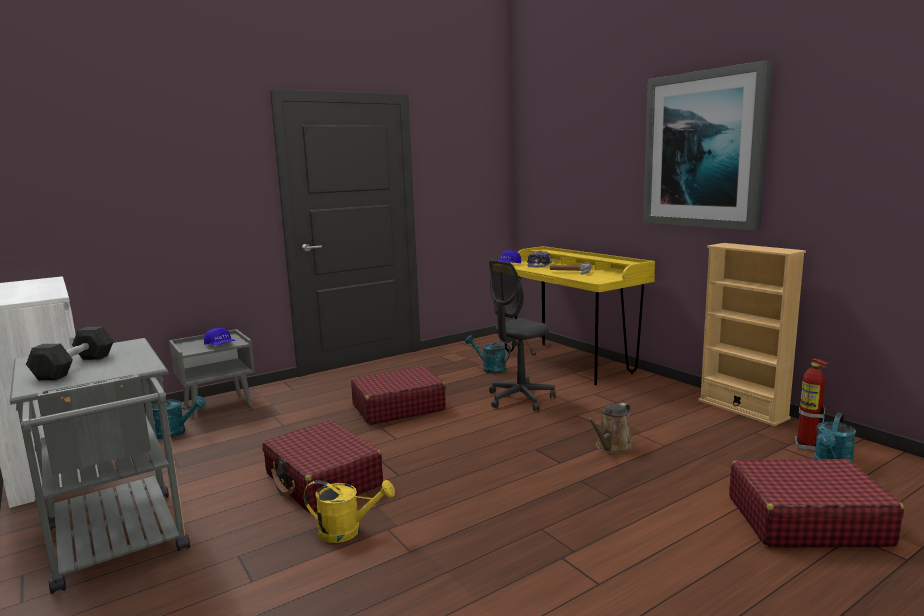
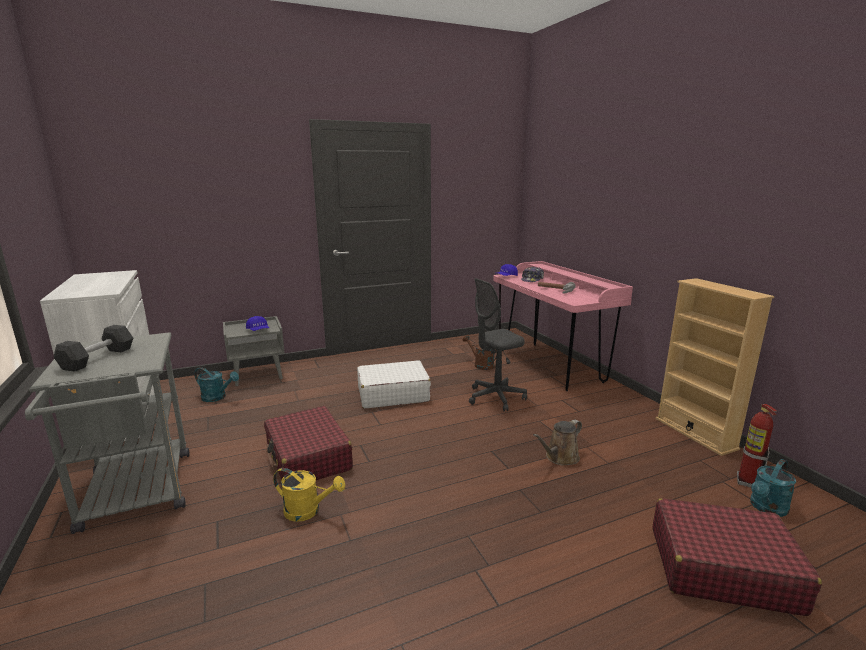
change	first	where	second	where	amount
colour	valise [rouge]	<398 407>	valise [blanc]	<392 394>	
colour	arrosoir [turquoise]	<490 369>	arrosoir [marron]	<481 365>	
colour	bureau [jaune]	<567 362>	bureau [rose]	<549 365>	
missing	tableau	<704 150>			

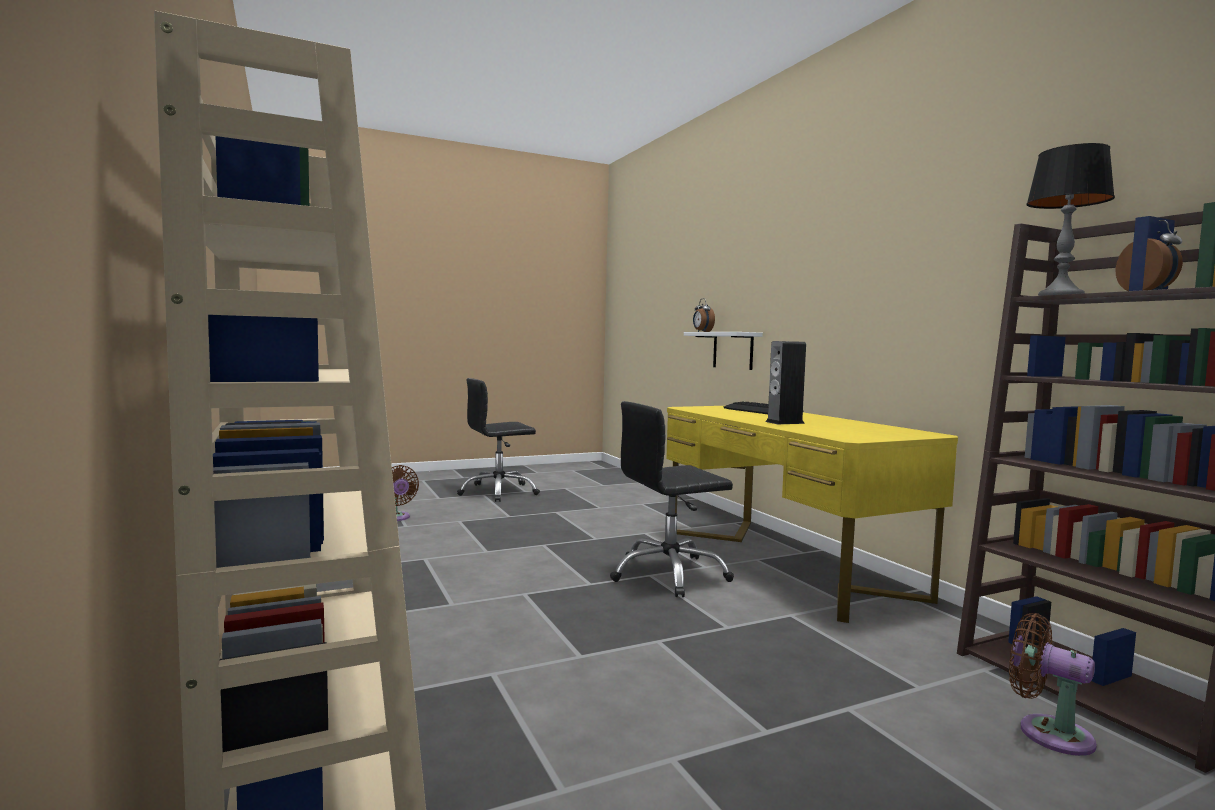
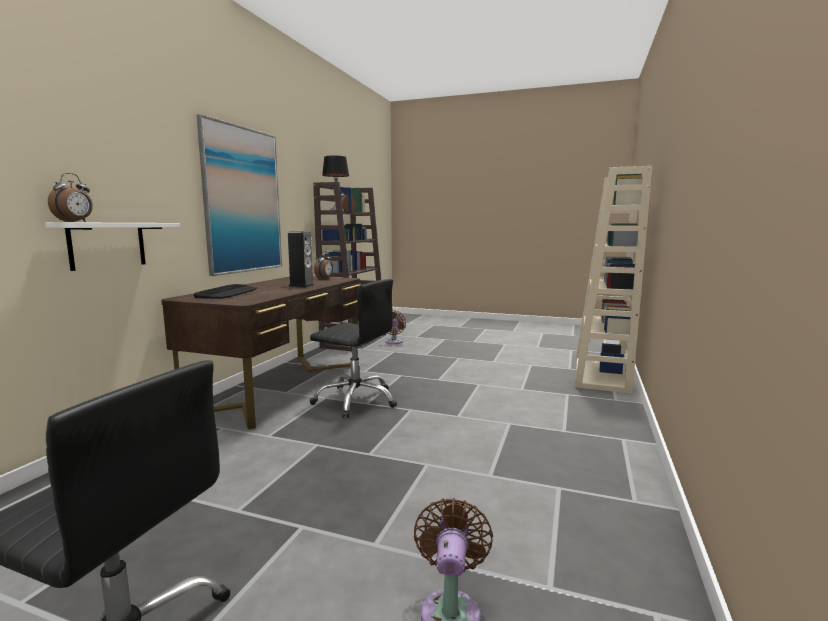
change	first	where	second	where	amount
colour	bureau [jaune]	<784 562>	bureau [marron]	<281 386>	
appeared			tableau	<242 200>	
appeared			réveil	<324 279>	

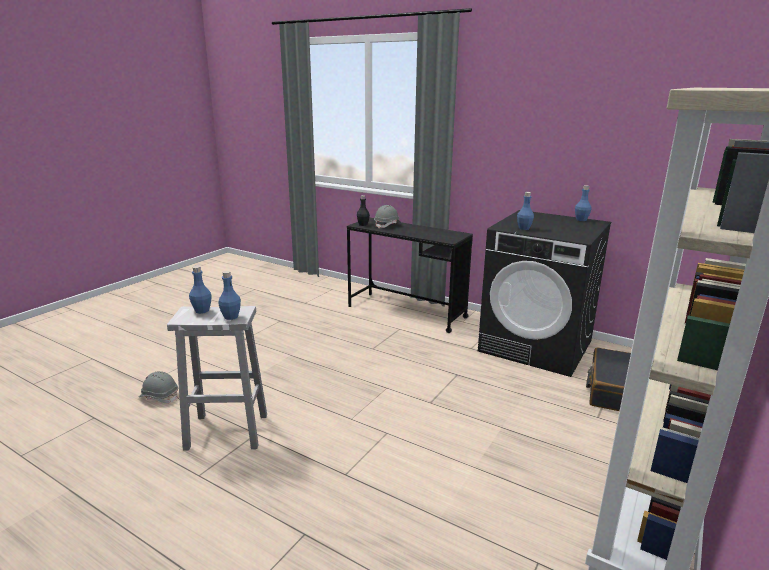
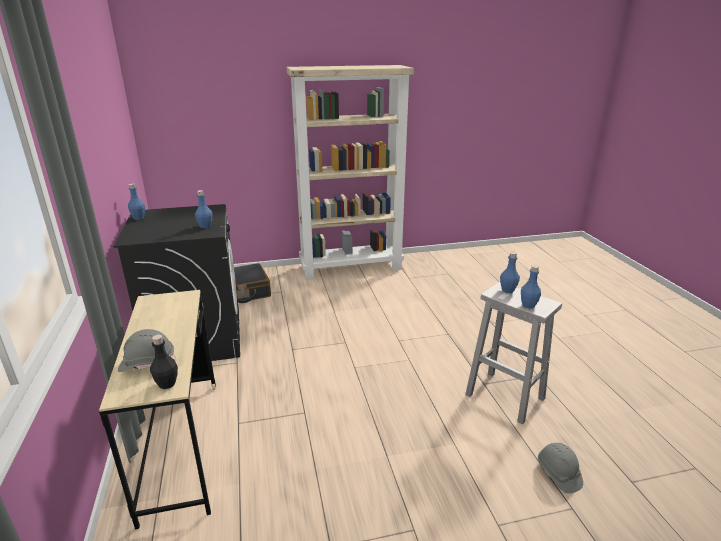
change	first	where	second	where	amount
colour	bureau [noir]	<406 312>	bureau [beige]	<181 446>	

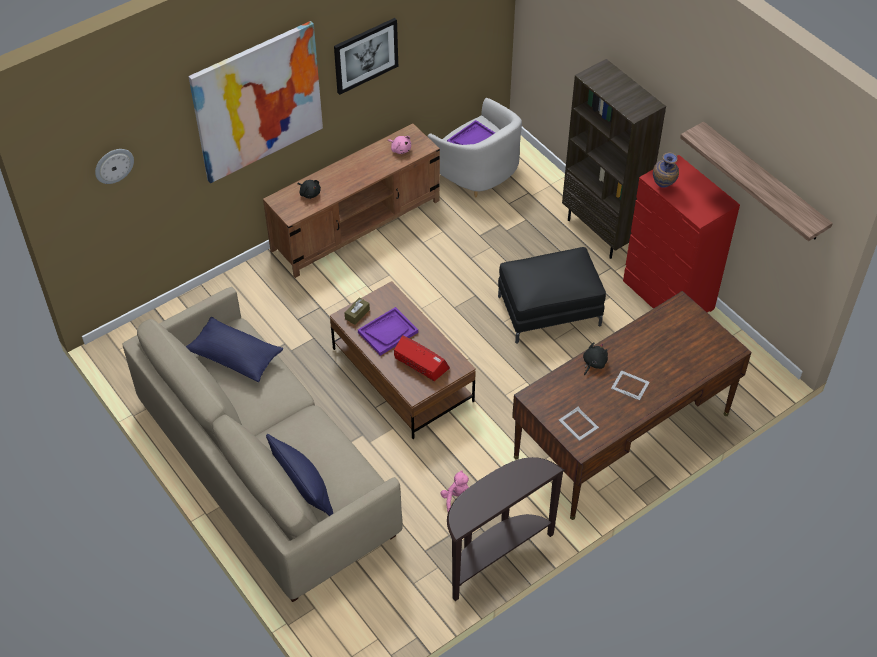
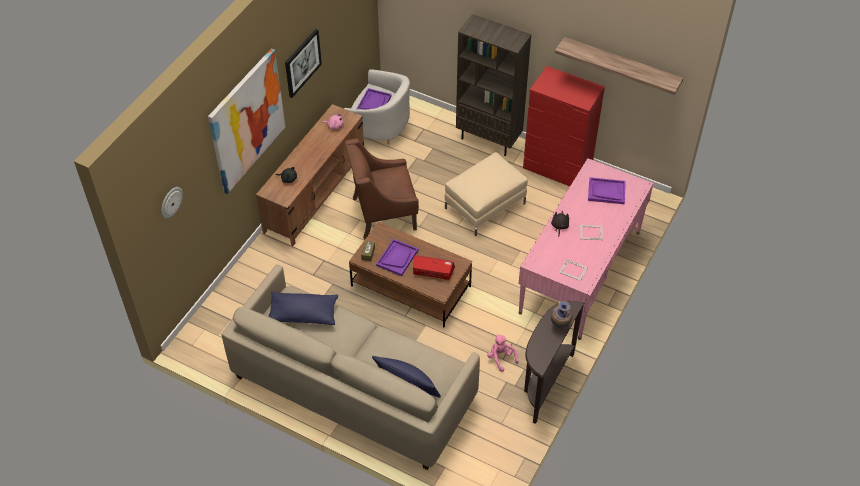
change	first	where	second	where	amount
appeared			fauteuil [marron]	<383 213>	
colour	pouf [noir]	<549 310>	pouf [beige]	<485 206>	
colour	bureau [marron]	<622 435>	bureau [rose]	<580 272>	
relocated	vase	<663 187>		<560 326>	
appeared			plateau [violet]	<606 192>	

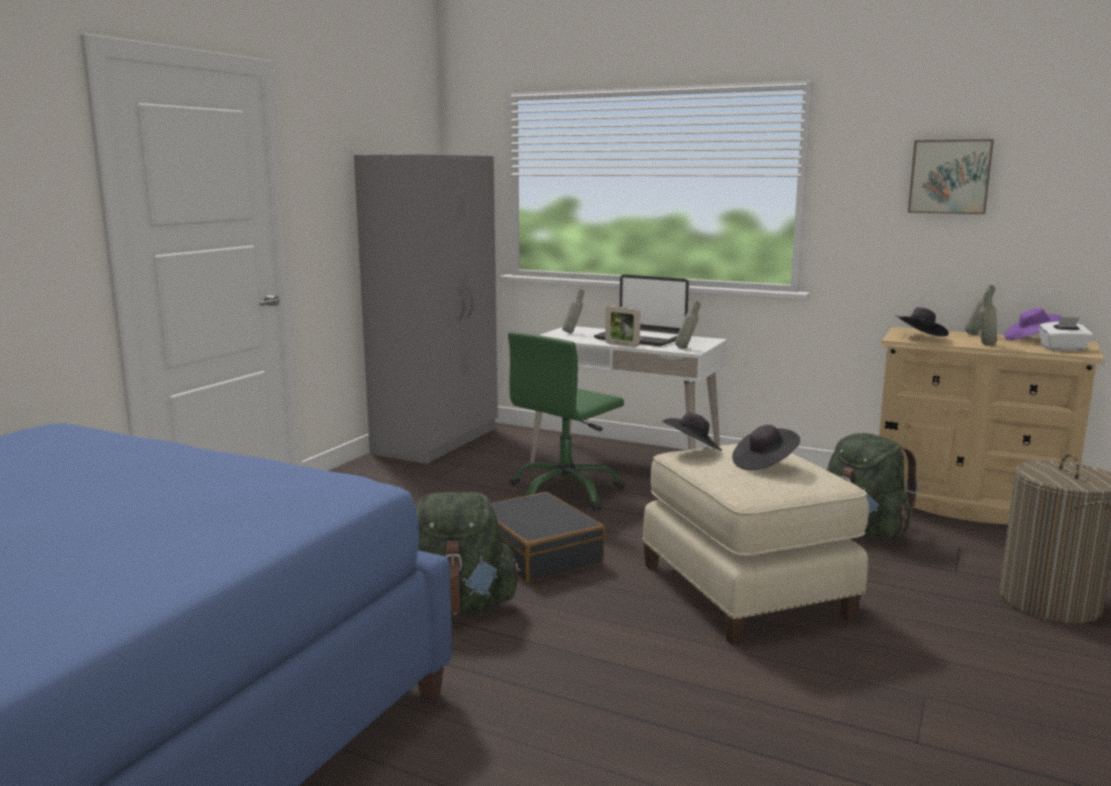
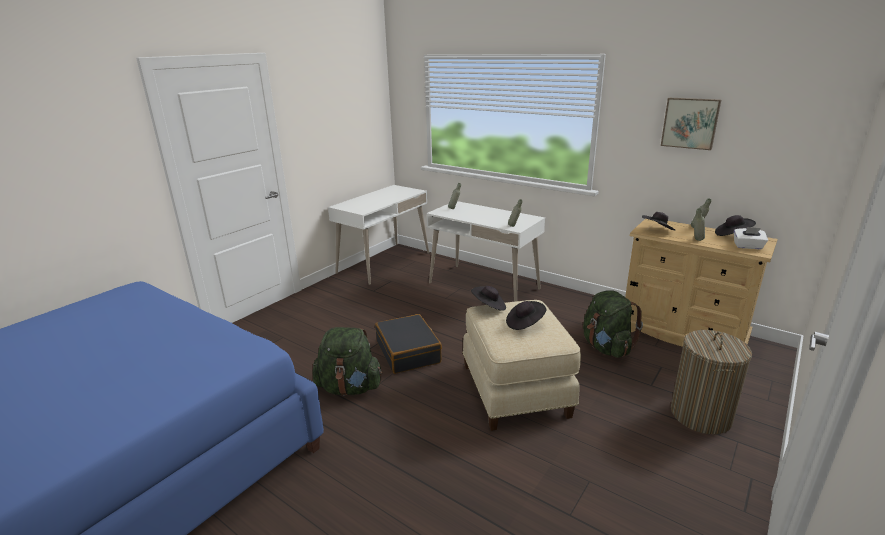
change	first	where	second	where	amount
exchanged	armoire [gris]	<438 441>	bureau [blanc]	<384 263>	
colour	chapeau [violet]	<1031 339>	chapeau [noir]	<732 235>	
missing	chaise de bureau [vert]	<565 492>			
missing	ordinateur portable	<641 338>			
missing	cadre photo	<622 345>			

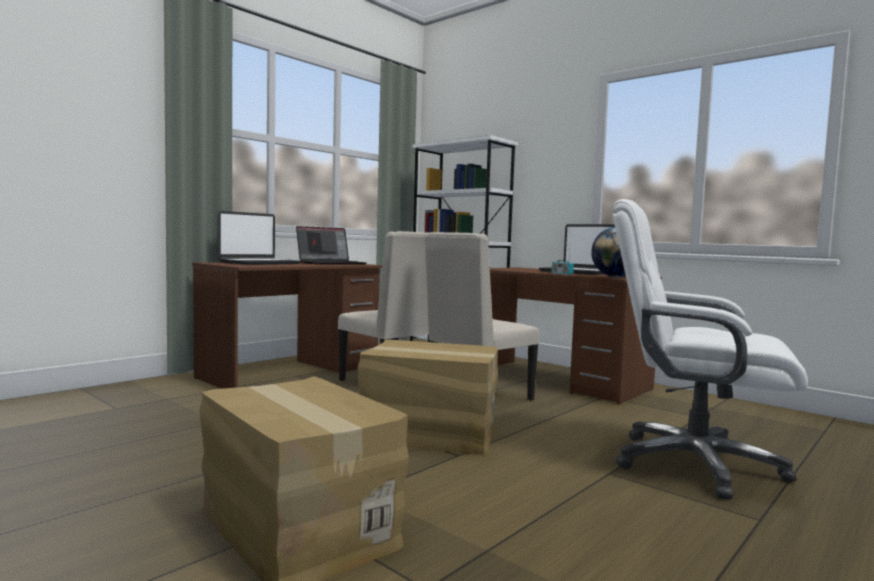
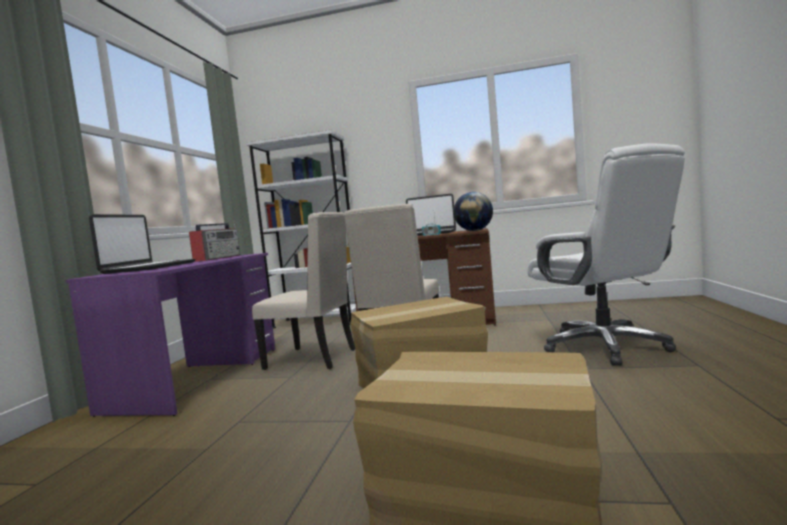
change	first	where	second	where	amount
colour	bureau [marron]	<291 372>	bureau [violet]	<199 377>	
exchanged	ordinateur portable	<331 263>	radio	<218 258>	
spun	chaise de bureau [blanc]	<693 464>		<605 346>	105 degrees counterclockwise

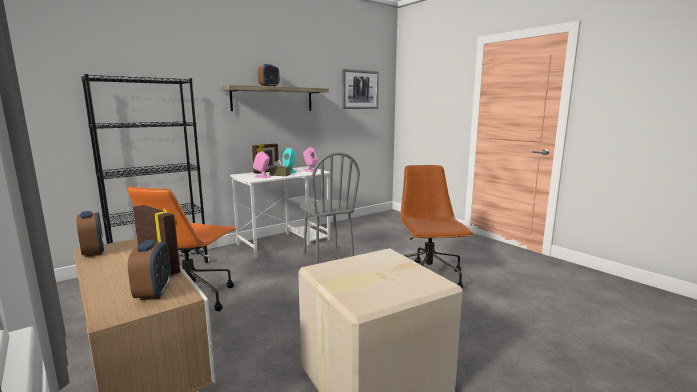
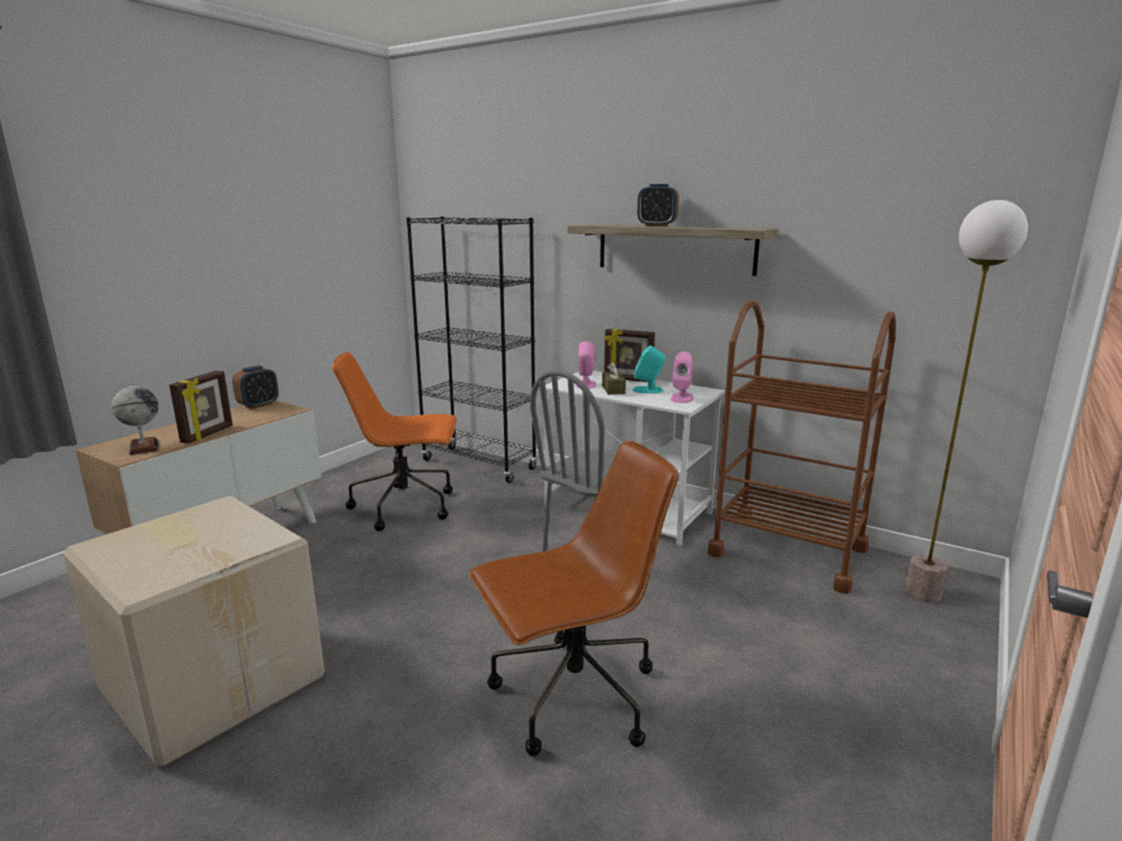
change	first	where	second	where	amount
exchanged	réveil	<154 292>	globe	<143 447>	
appeared			chariot [marron]	<788 551>	
appeared			lampadaire	<923 594>	
missing	tableau	<360 89>			

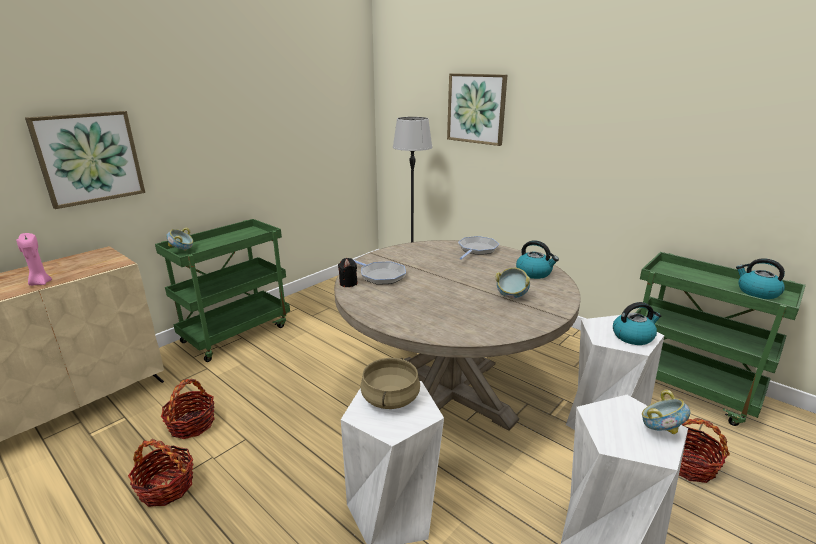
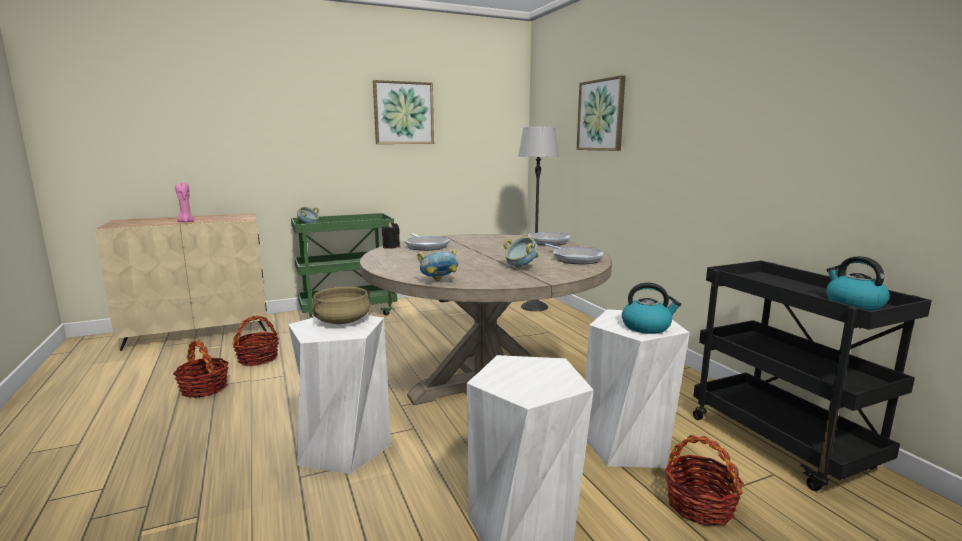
change	first	where	second	where	amount
relocated	tableau	<89 158>		<403 113>	
relocated	bol	<660 430>		<439 282>	
exchanged	bouilloire	<534 273>	poêle	<575 259>	
colour	chariot [vert]	<688 389>	chariot [noir]	<783 444>	

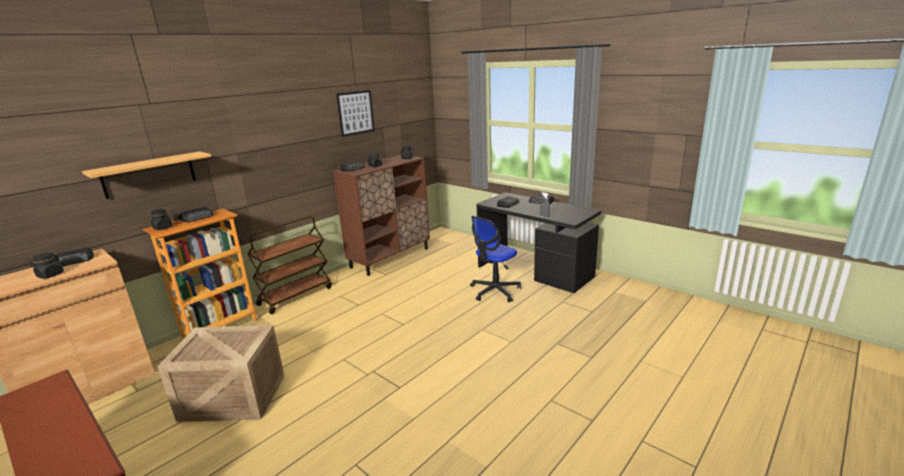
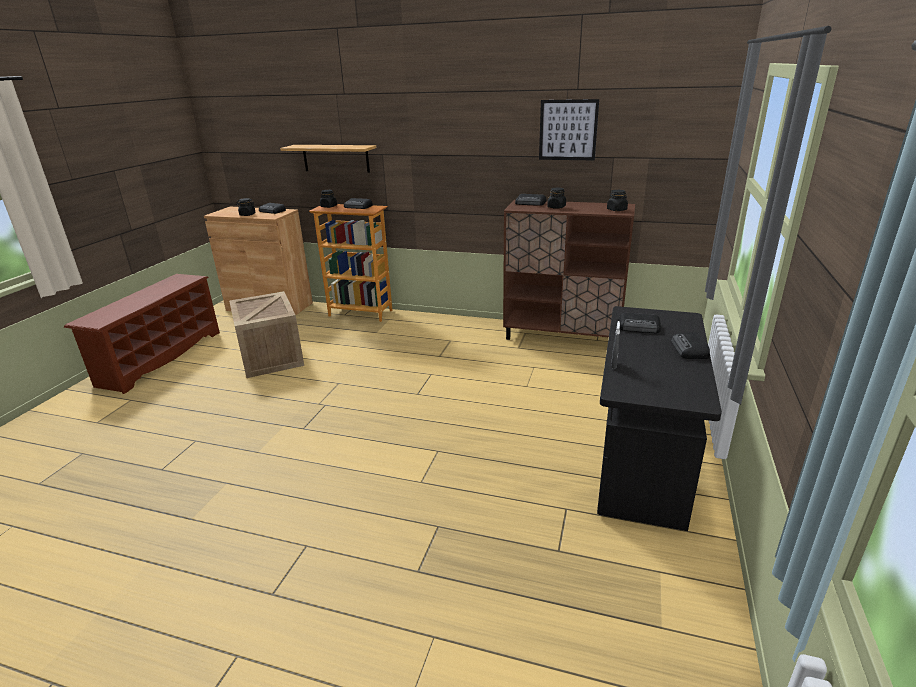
change	first	where	second	where	amount
missing	chariot [marron]	<296 296>			
missing	chaise de bureau	<495 291>			

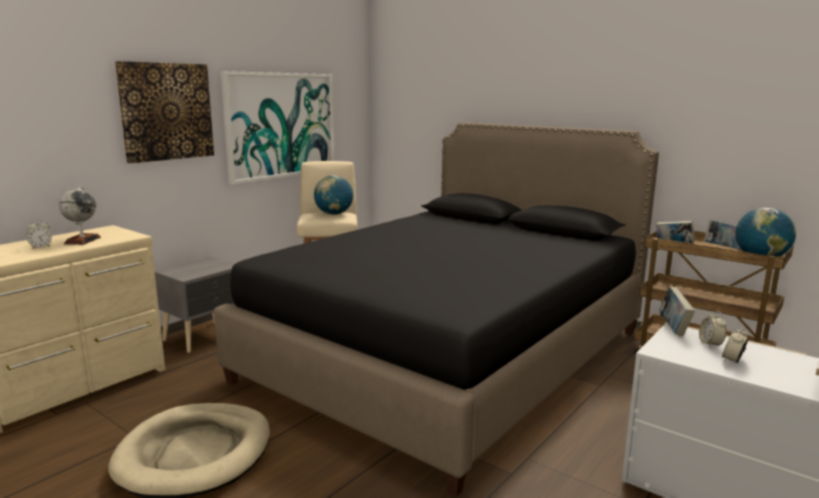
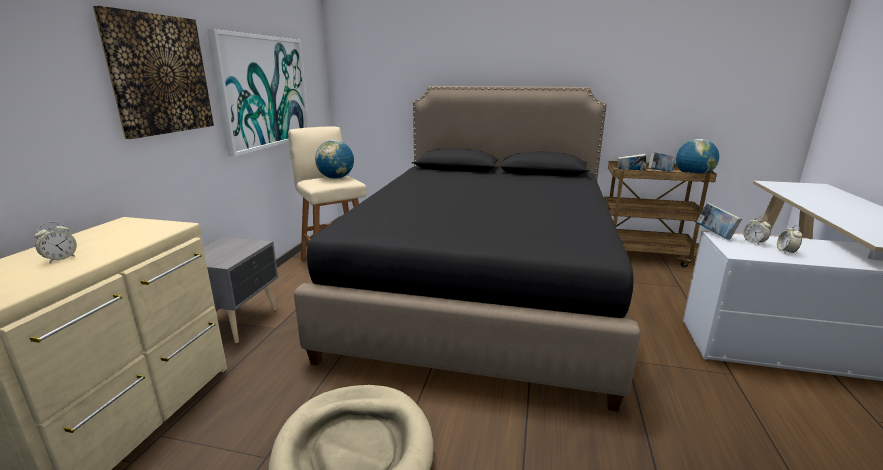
change	first	where	second	where	amount
missing	globe	<82 240>			

